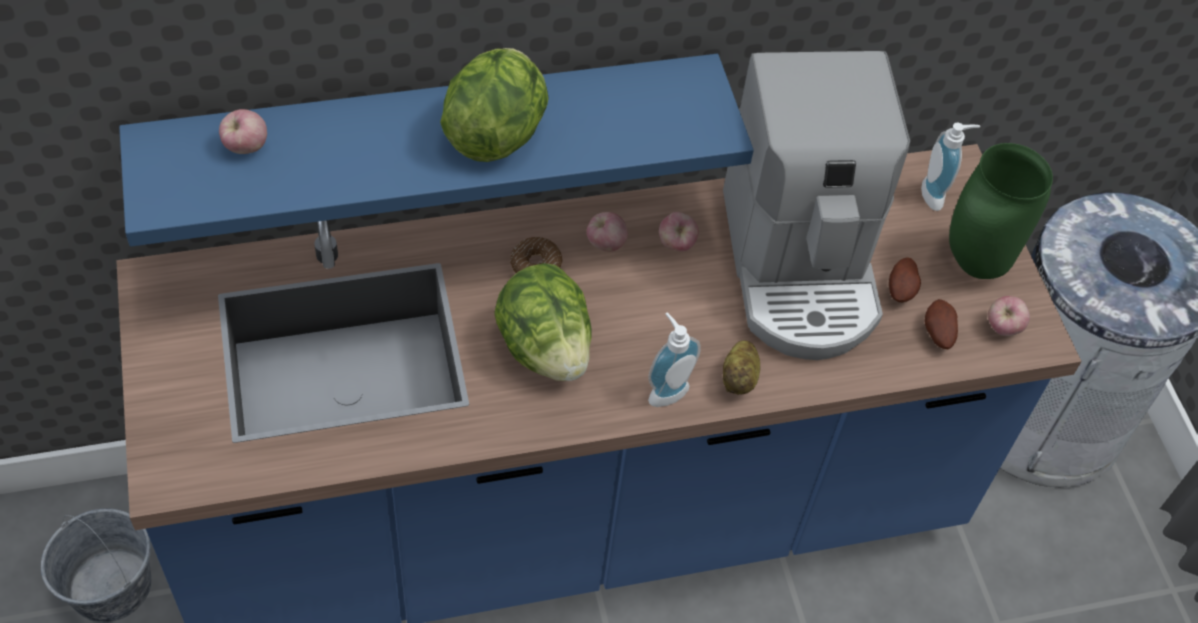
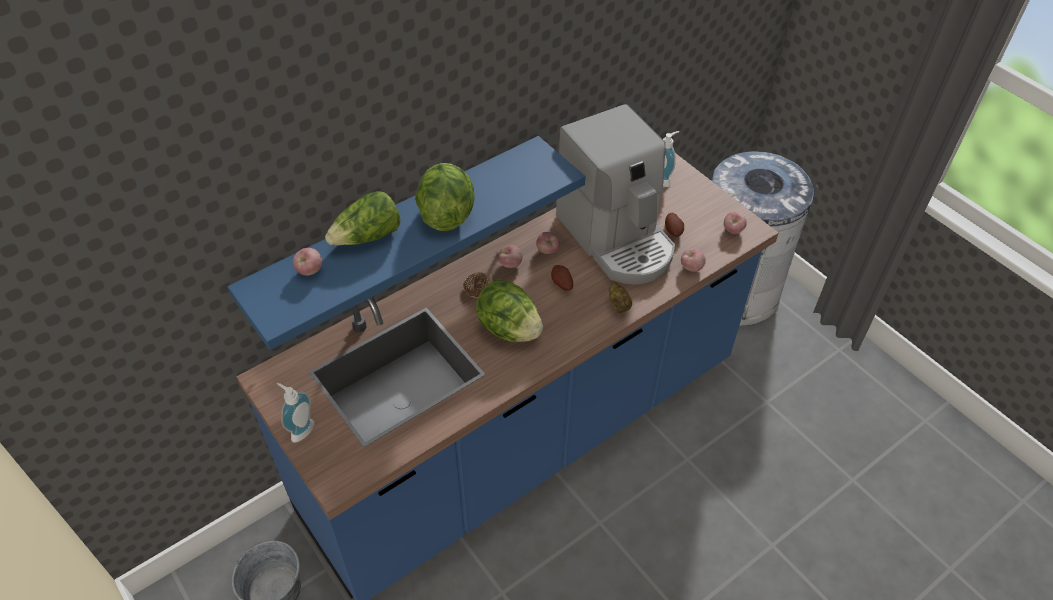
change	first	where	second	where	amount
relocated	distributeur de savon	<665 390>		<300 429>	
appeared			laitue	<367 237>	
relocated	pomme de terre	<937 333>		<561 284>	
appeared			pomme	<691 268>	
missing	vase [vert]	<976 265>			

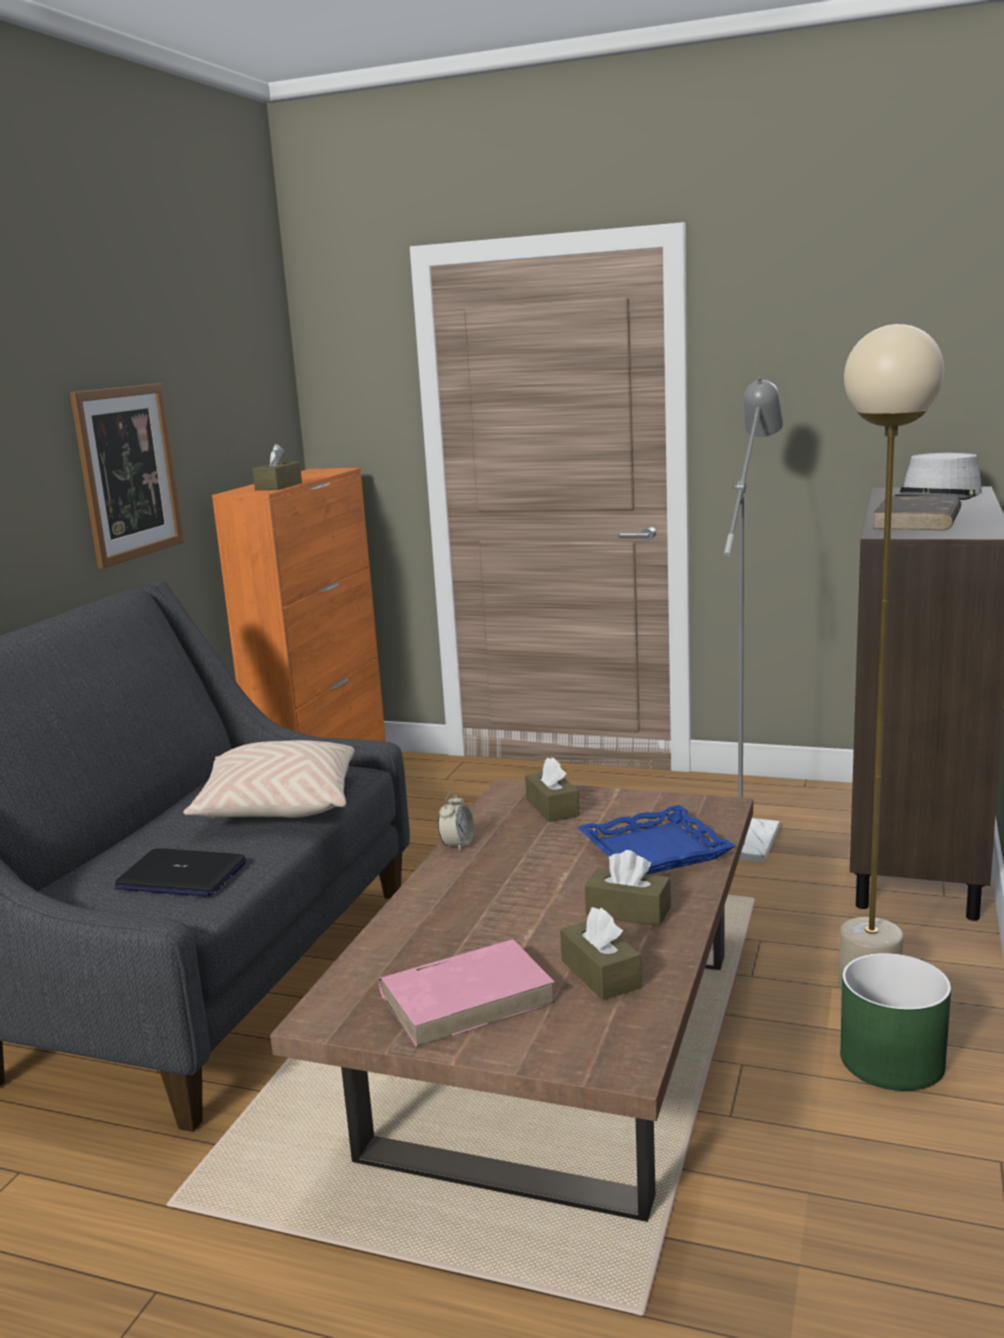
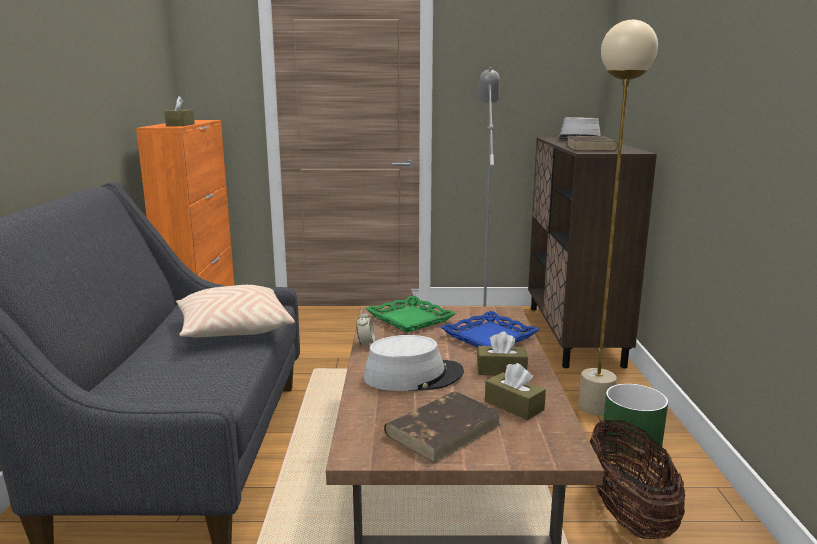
change	first	where	second	where	amount
appeared			chapeau [gris]	<413 376>	
exchanged	boîte à mouchoirs [marron]	<552 807>	plateau [vert]	<409 319>	
colour	livre [rose]	<468 998>	livre [marron]	<444 429>	
appeared			panier	<628 514>	
missing	tableau	<128 472>			
missing	ordinateur portable	<181 876>			

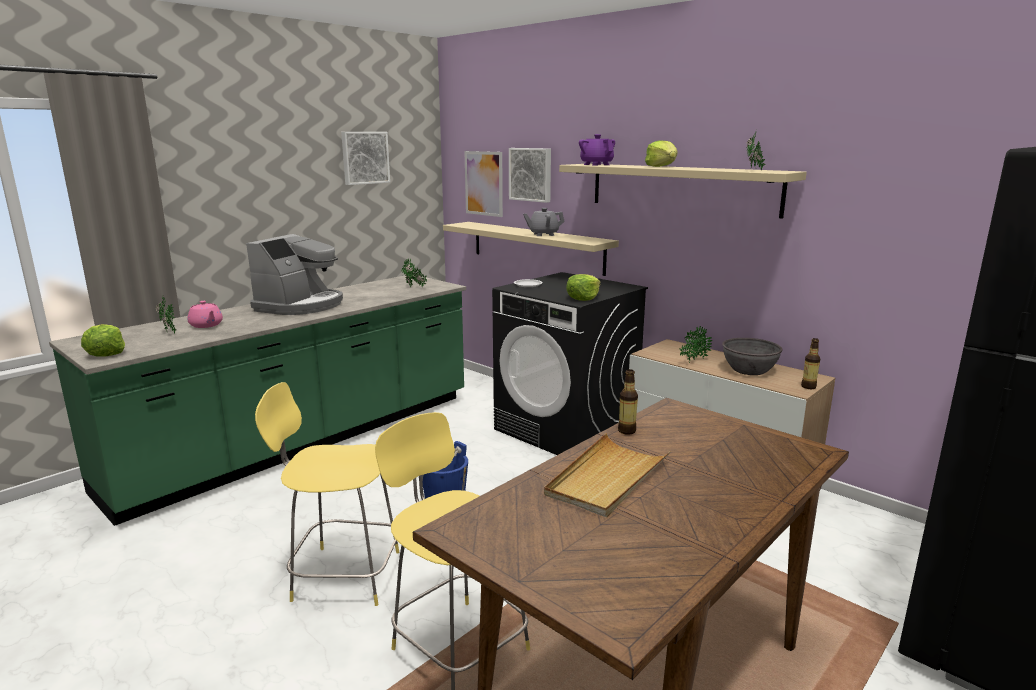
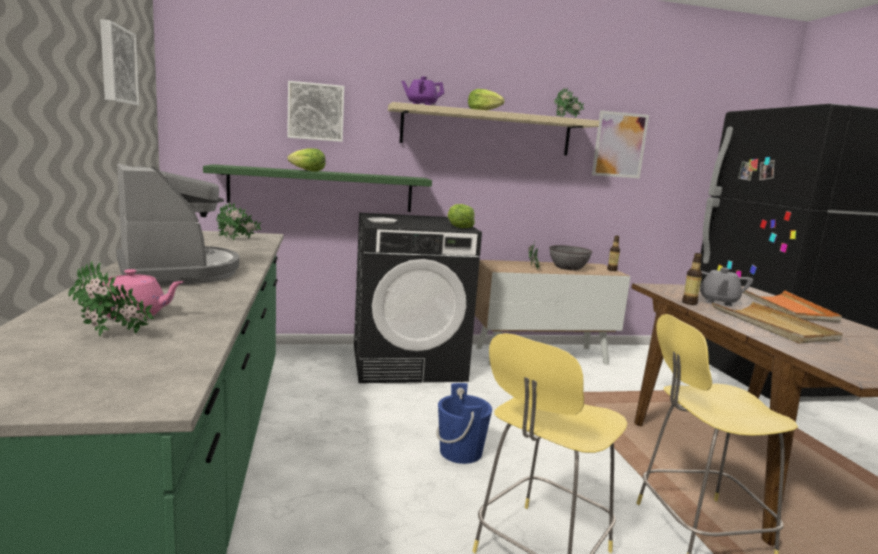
change	first	where	second	where	amount
colour	étagère [beige]	<536 247>	étagère [vert]	<322 189>	
relocated	laitue	<106 353>		<307 171>	
relocated	tableau	<484 183>		<619 145>	
relocated	théière [gris]	<543 234>		<718 302>	
appeared			plateau [orange]	<786 308>	

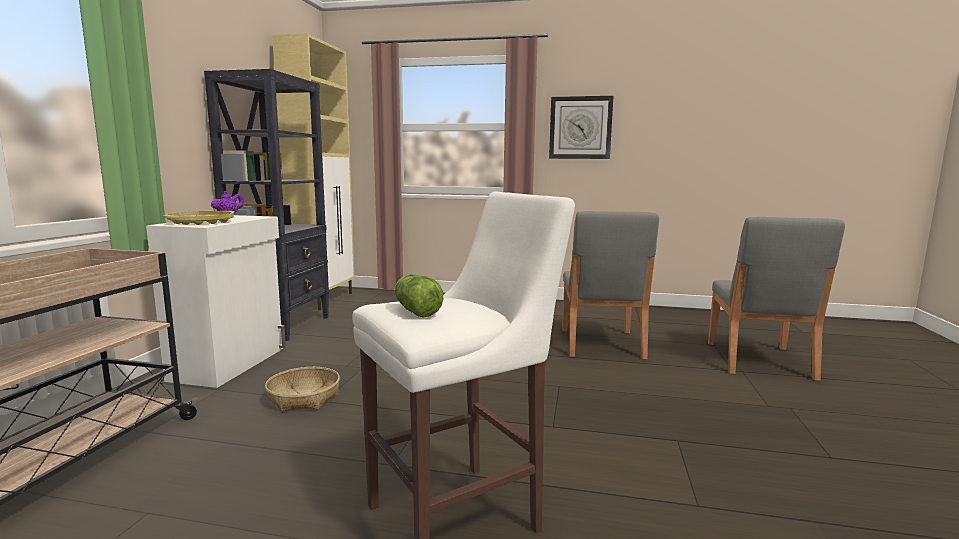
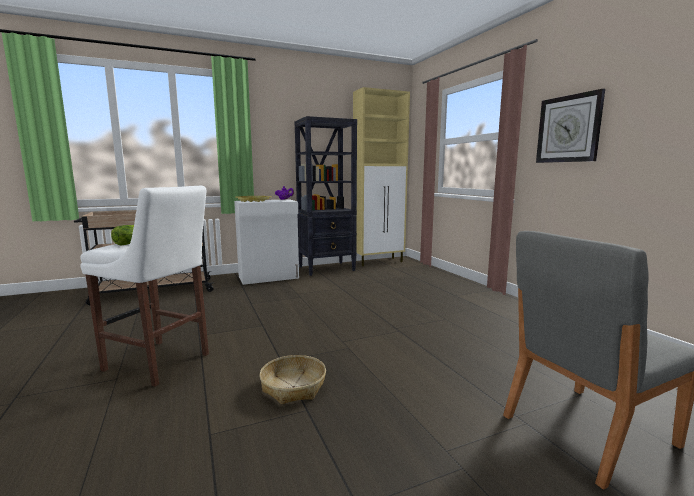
change	first	where	second	where	amount
relocated	panier	<304 398>		<293 387>	
missing	chaise [gris]	<601 344>			

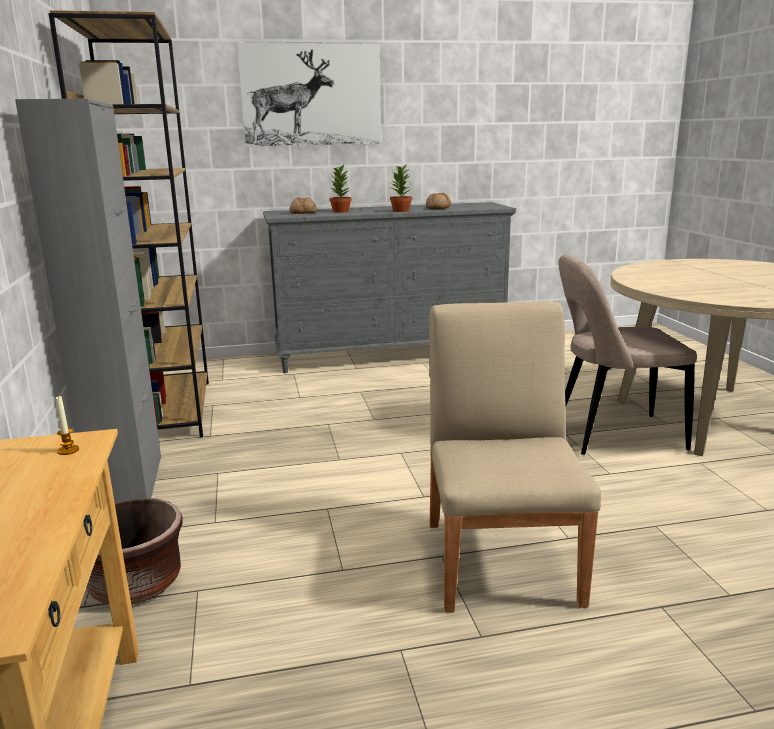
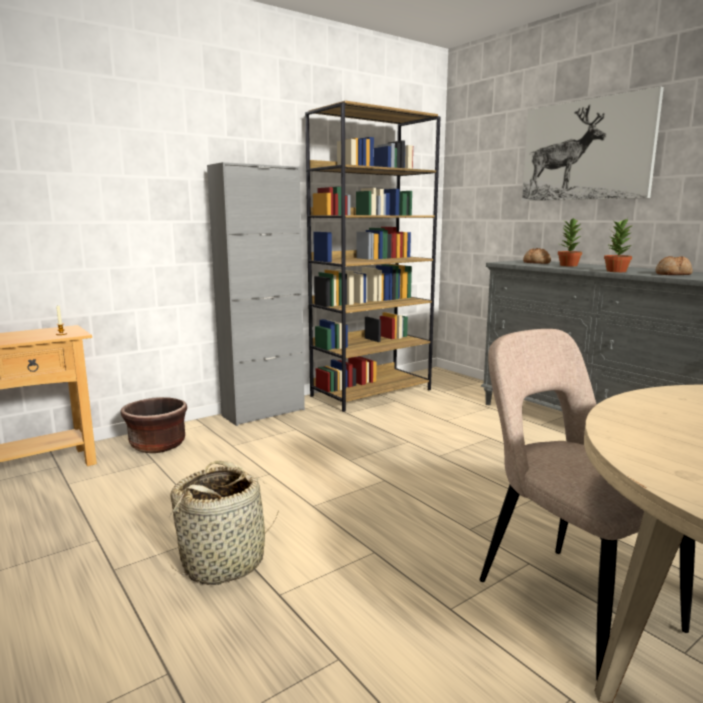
change	first	where	second	where	amount
exchanged	chaise [beige]	<502 560>	panier	<224 562>	

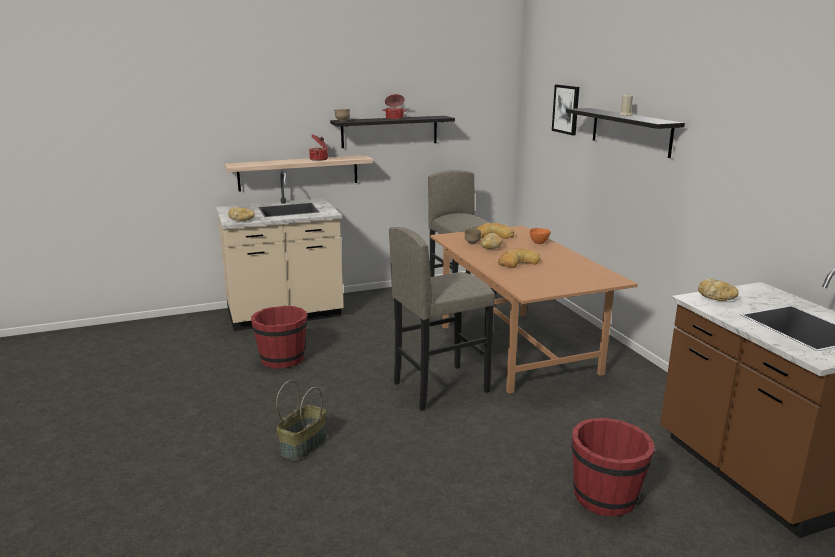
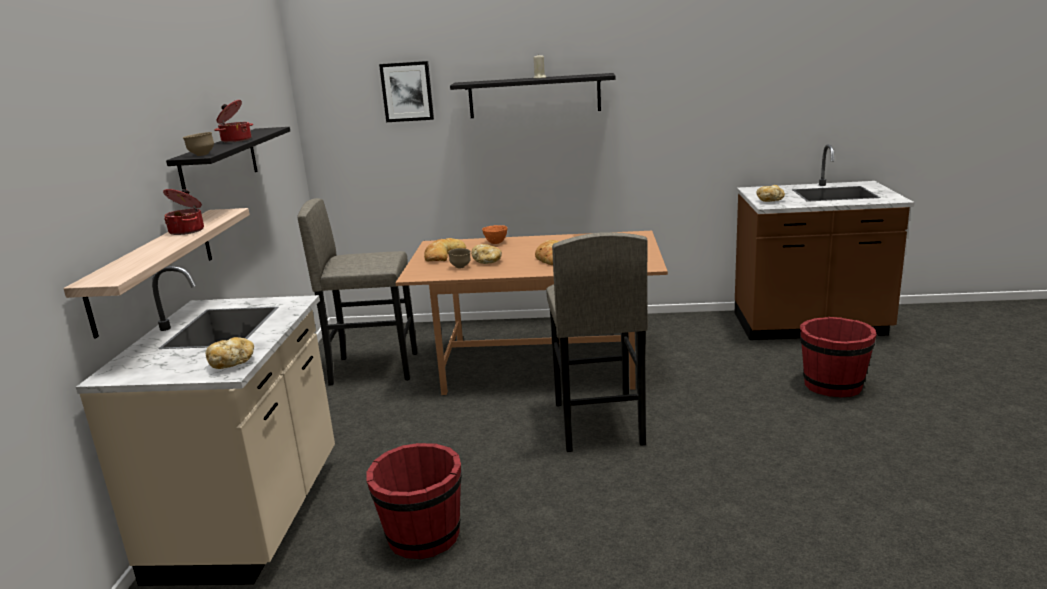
change	first	where	second	where	amount
missing	panier	<303 445>			

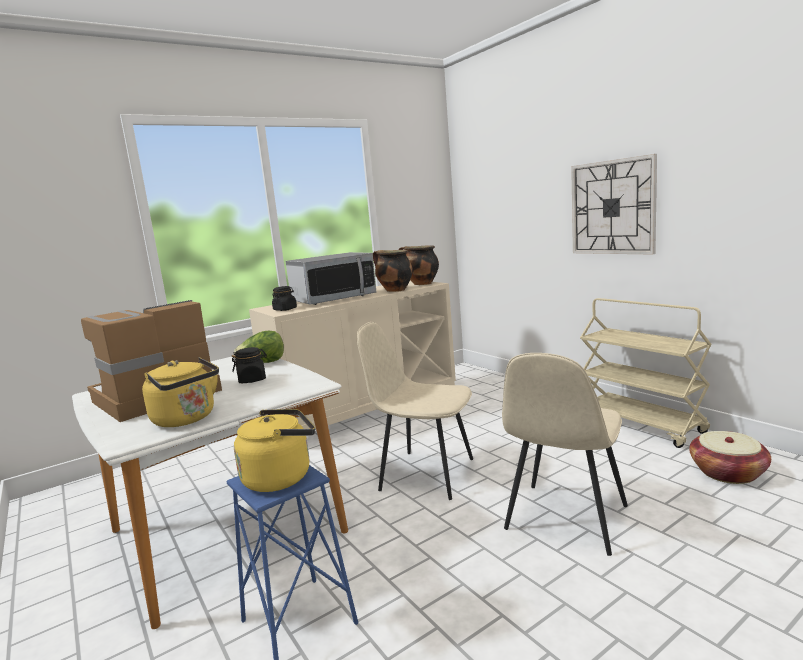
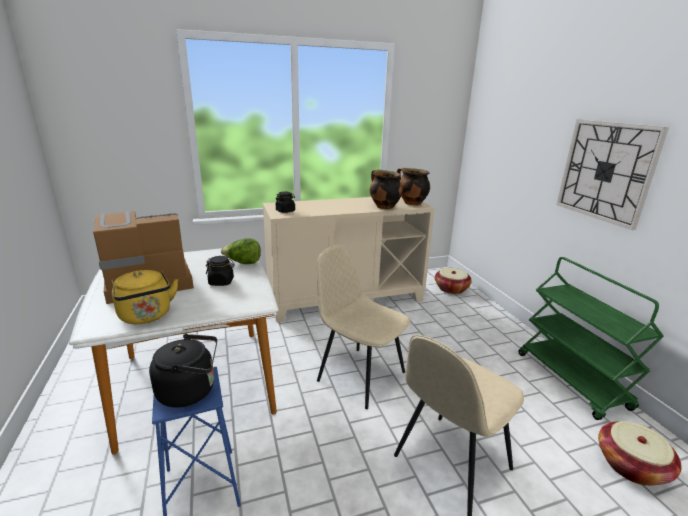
change	first	where	second	where	amount
colour	bouilloire [jaune]	<281 477>	bouilloire [noir]	<190 391>	
appeared			panier	<451 288>	
colour	chariot [beige]	<641 425>	chariot [vert]	<572 381>	
missing	micro-ondes	<334 299>			

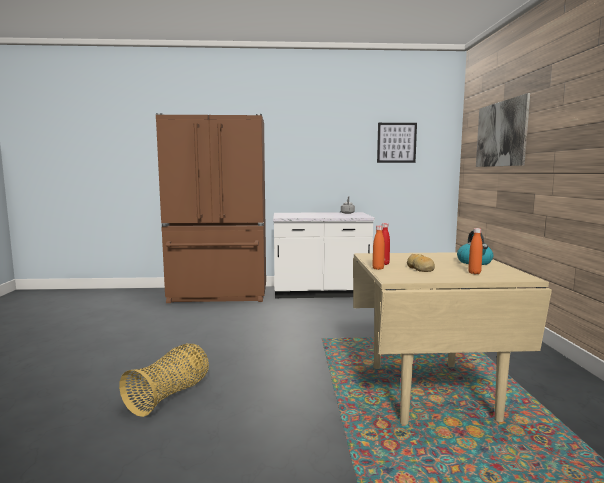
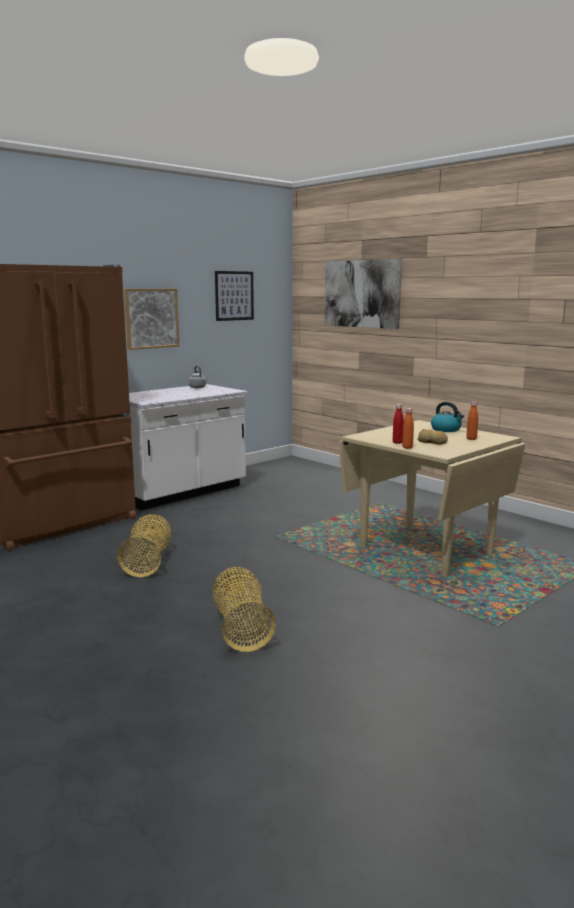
change	first	where	second	where	amount
appeared			panier	<148 561>	
appeared			tableau	<151 318>	

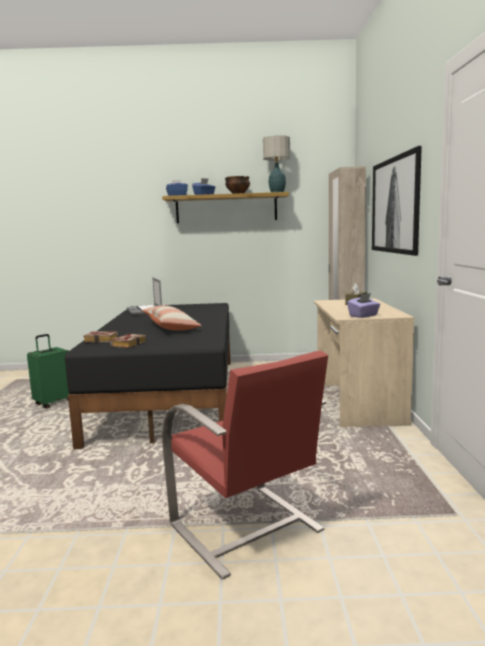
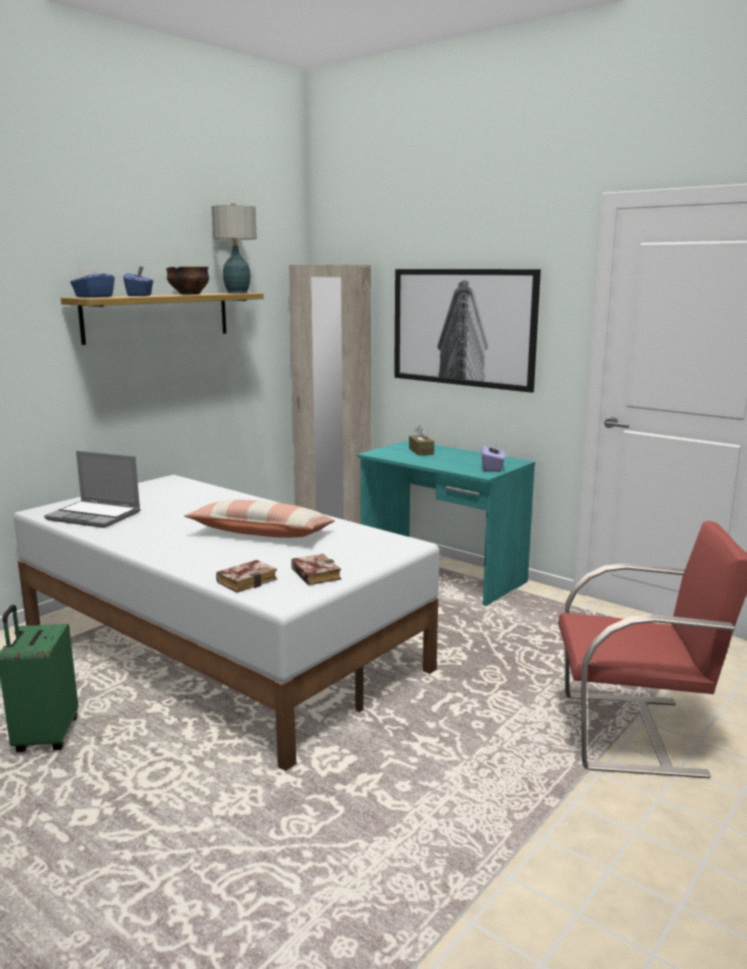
change	first	where	second	where	amount
colour	lit [noir]	<171 396>	lit [blanc]	<220 646>	
colour	bureau [beige]	<357 403>	bureau [turquoise]	<441 575>	

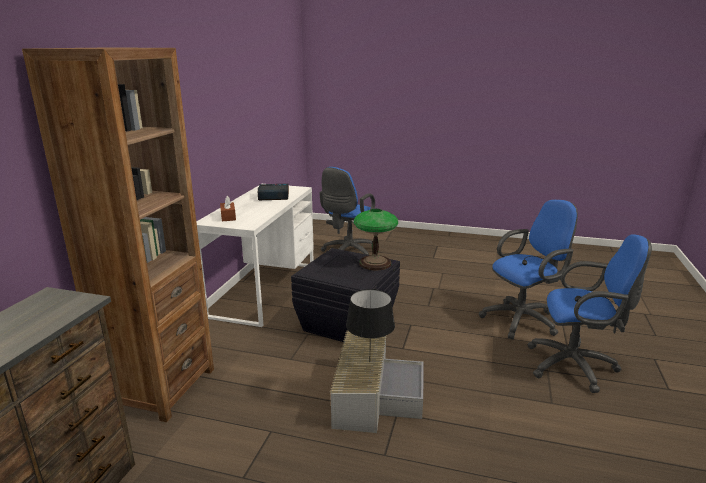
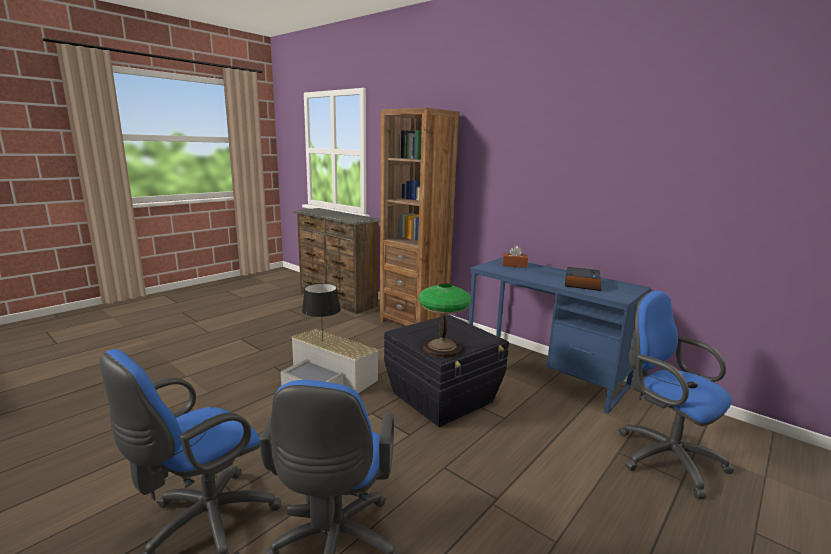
change	first	where	second	where	amount
colour	bureau [blanc]	<265 289>	bureau [bleu]	<544 372>	

